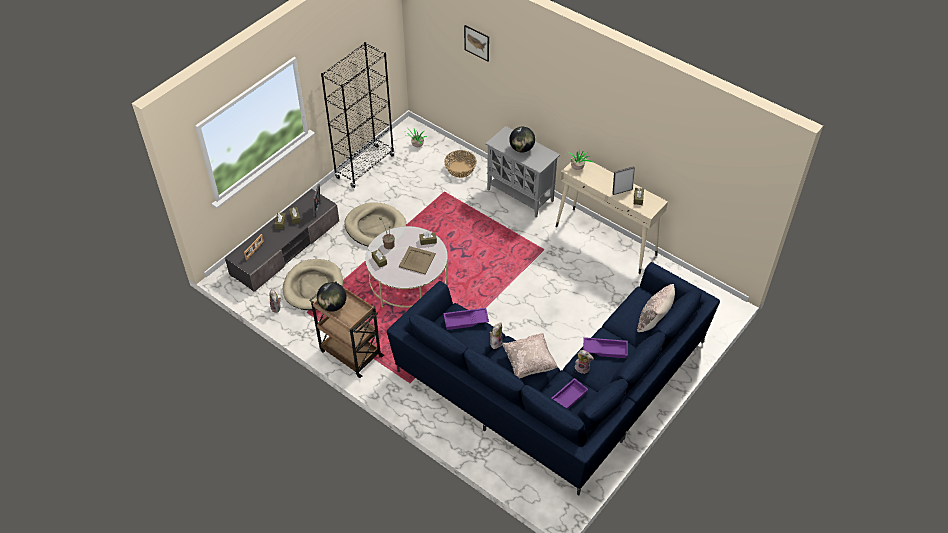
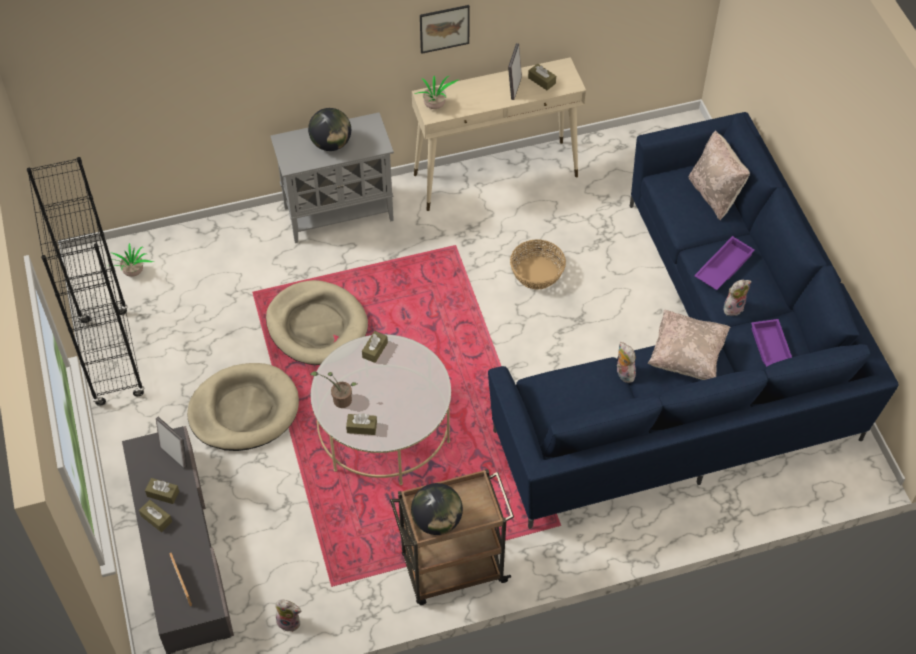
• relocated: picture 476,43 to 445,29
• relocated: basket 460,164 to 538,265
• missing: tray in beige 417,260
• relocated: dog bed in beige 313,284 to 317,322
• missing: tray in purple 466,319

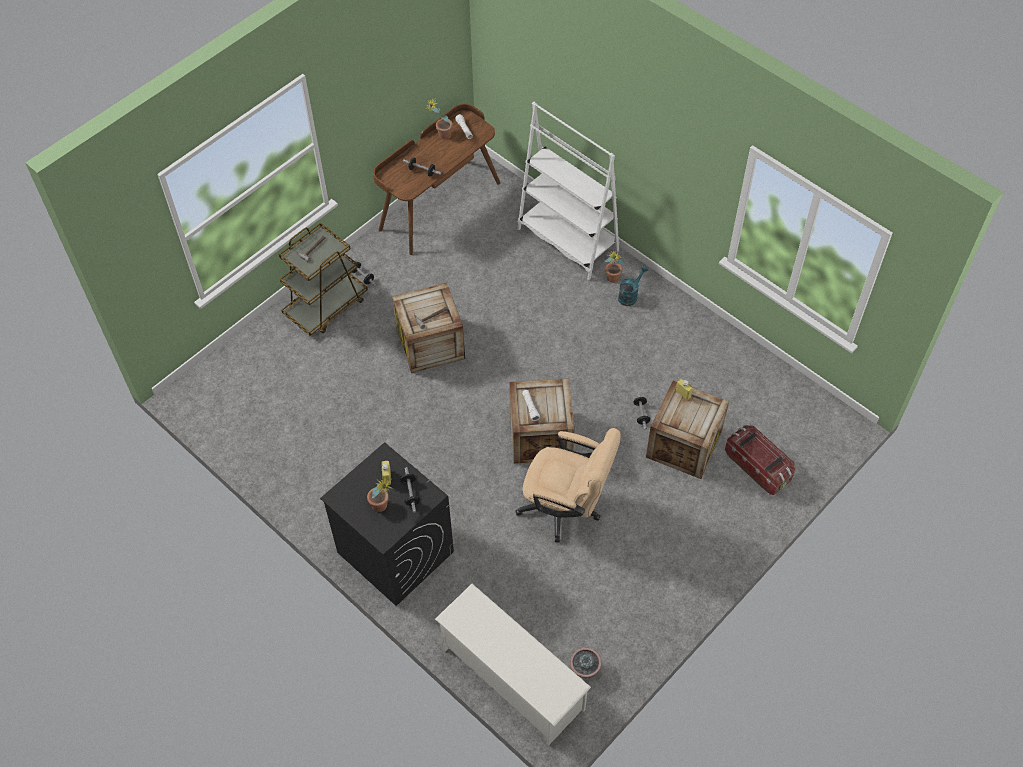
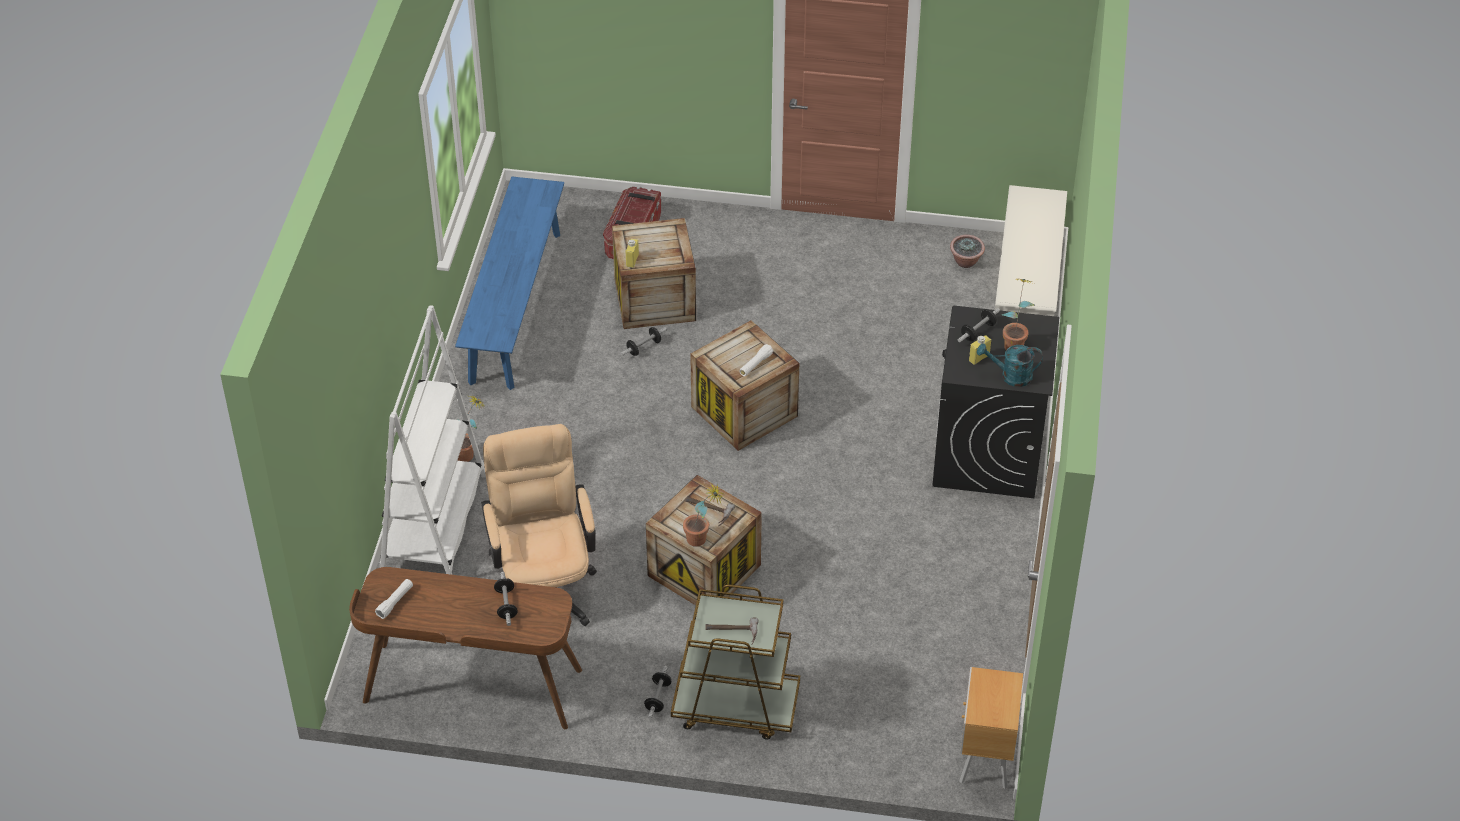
• relocated: potted plant 439,119 to 703,515
• relocated: watering can in turquoise 633,285 to 1010,365
• relocated: office chair in beige 568,485 to 539,525
• appeared: bench in blue 509,283
• appeared: nightstand in brown 991,728

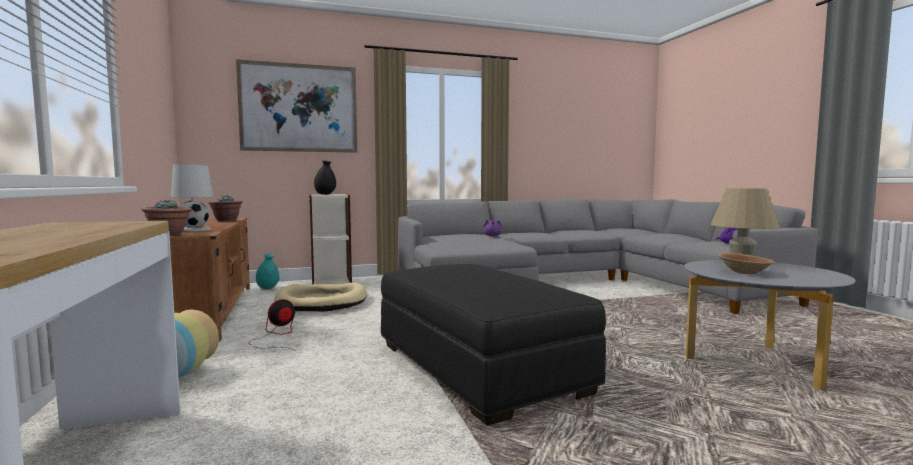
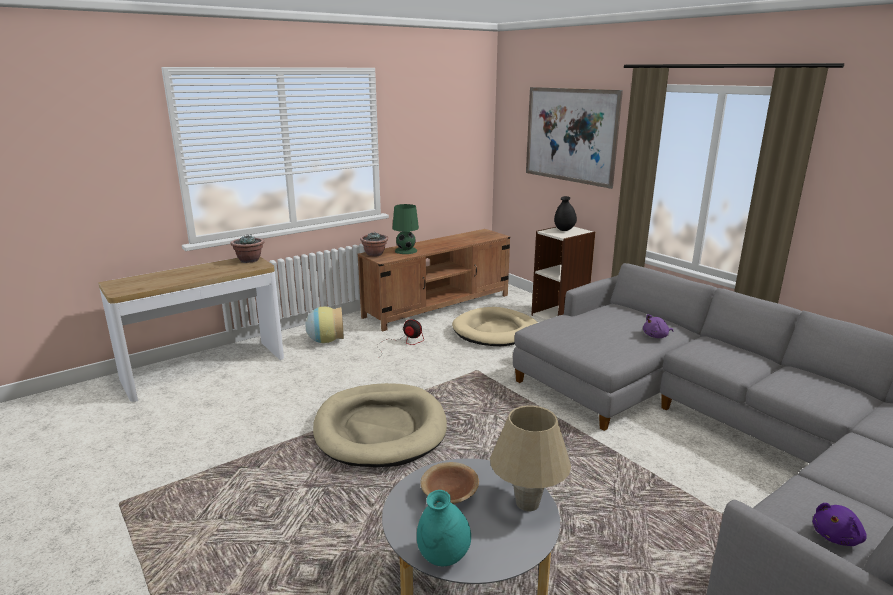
• colour: table lamp in white 192,198 to table lamp in green 405,229
• relocated: potted plant 225,208 to 247,249
• relocated: vase in turquoise 268,271 to 444,528
• exchanged: ottoman in black 493,344 to dog bed in beige 380,425

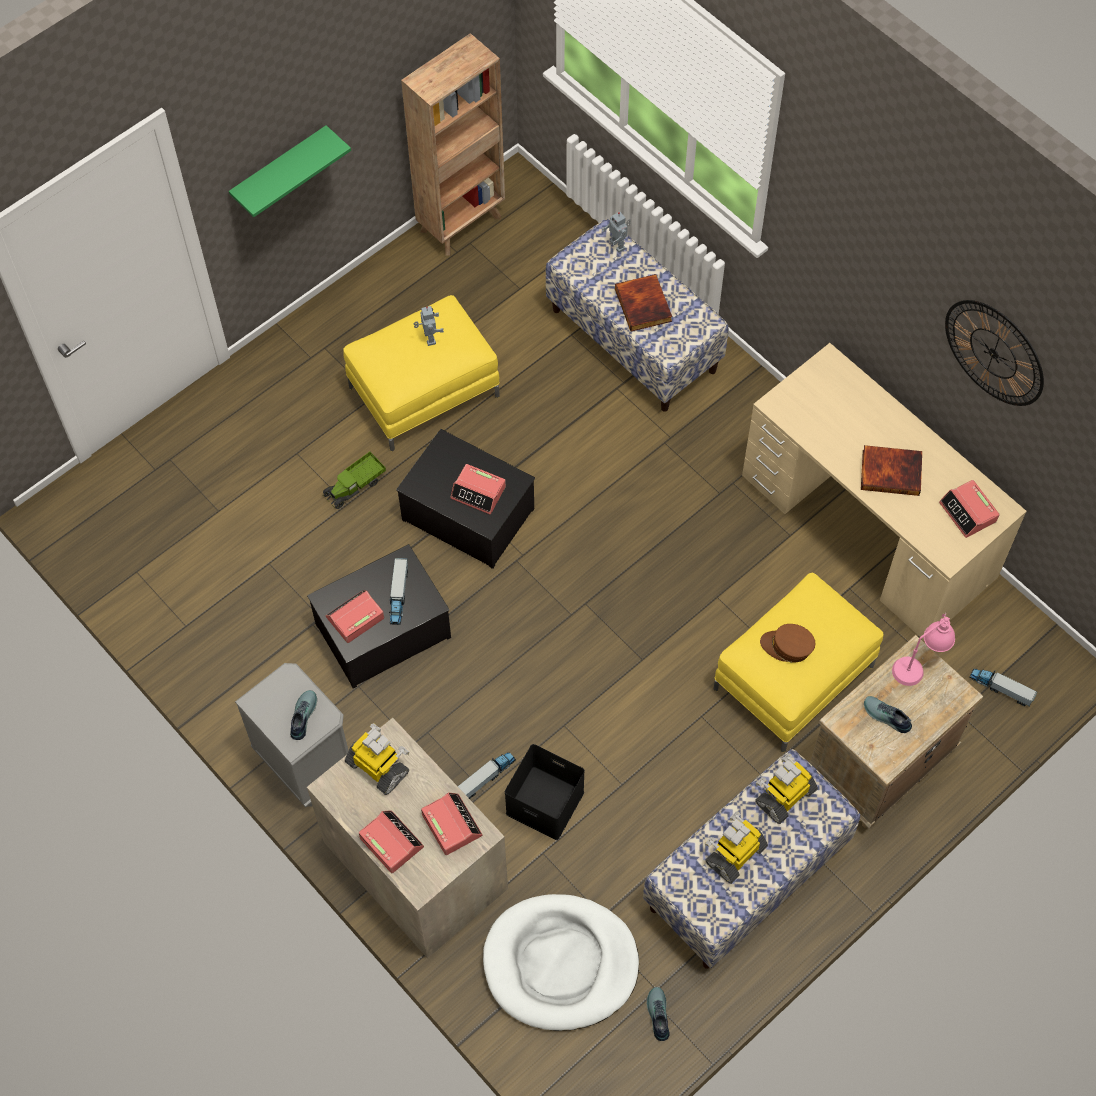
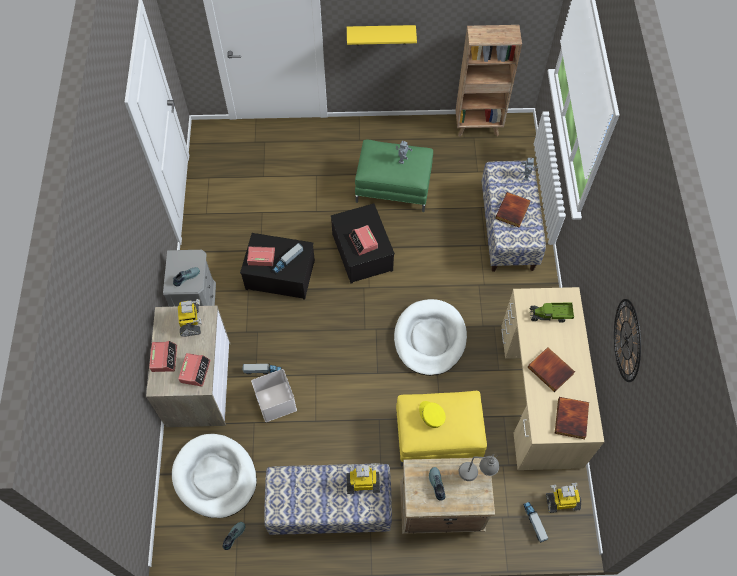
• colour: shelf in green 290,171 to shelf in yellow 382,35
• colour: ottoman in yellow 421,373 to ottoman in green 394,176
• relocated: toy truck 354,480 to 552,313
• exchanged: alarm clock 969,509 to book 572,418
• colour: table lamp in pink 923,649 to table lamp in grey 478,467
• colour: cap in brown 787,643 to cap in yellow 432,414
• colour: storage box in black 545,792 to storage box in white 274,395
• relocated: toy robot 736,847 to 563,498
• appeared: dog bed in white 430,337

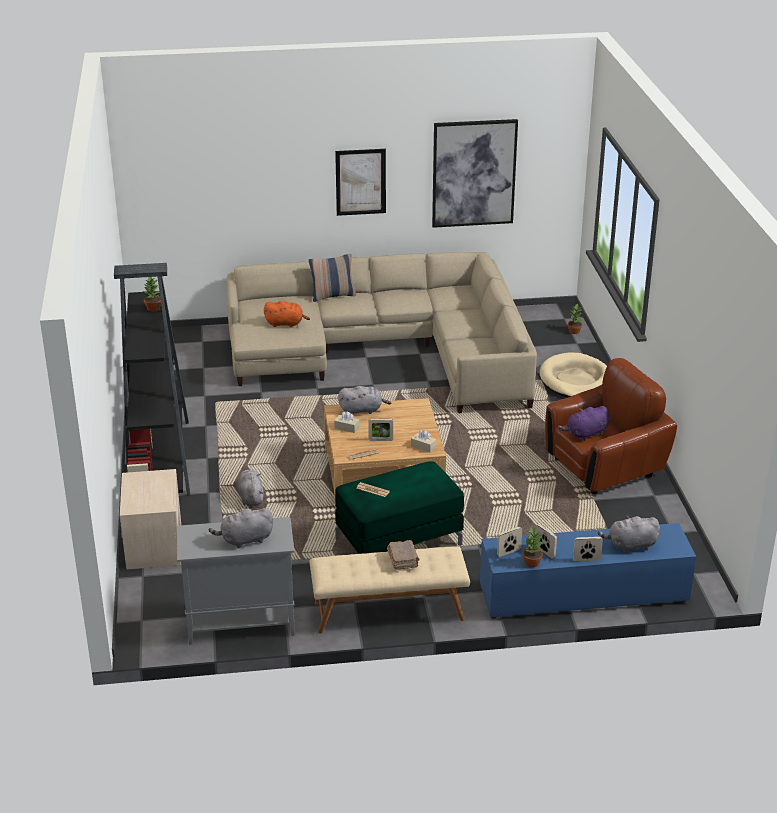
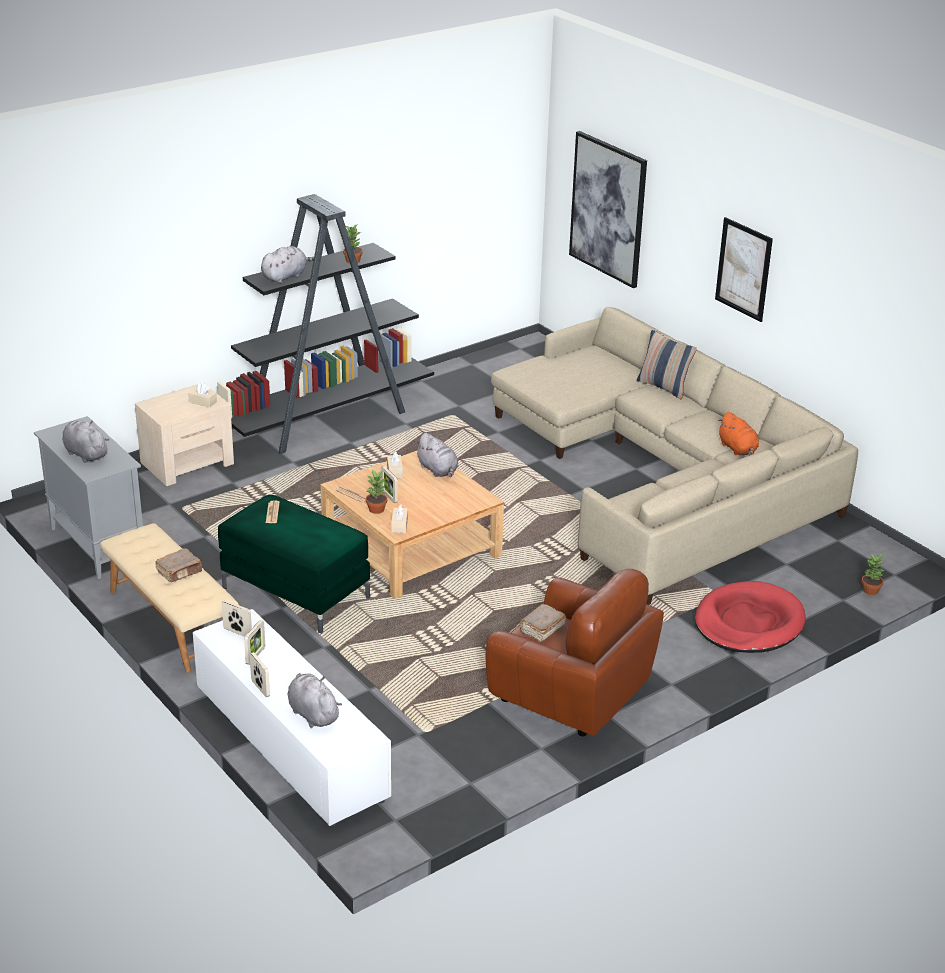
• relocated: picture 475,173 to 608,209
• relocated: plush toy in orange 287,314 to 738,434
• colour: dog bed in beige 573,375 to dog bed in red 750,617
• exchanged: plush toy in purple 583,423 to book in brown 543,623
• relocated: plush toy in grey 250,488 to 287,264
• colour: tv stand in blue 588,571 to tv stand in white 292,718
• relocated: potted plant 532,547 to 376,492
• appeared: tissue box in beige 202,395

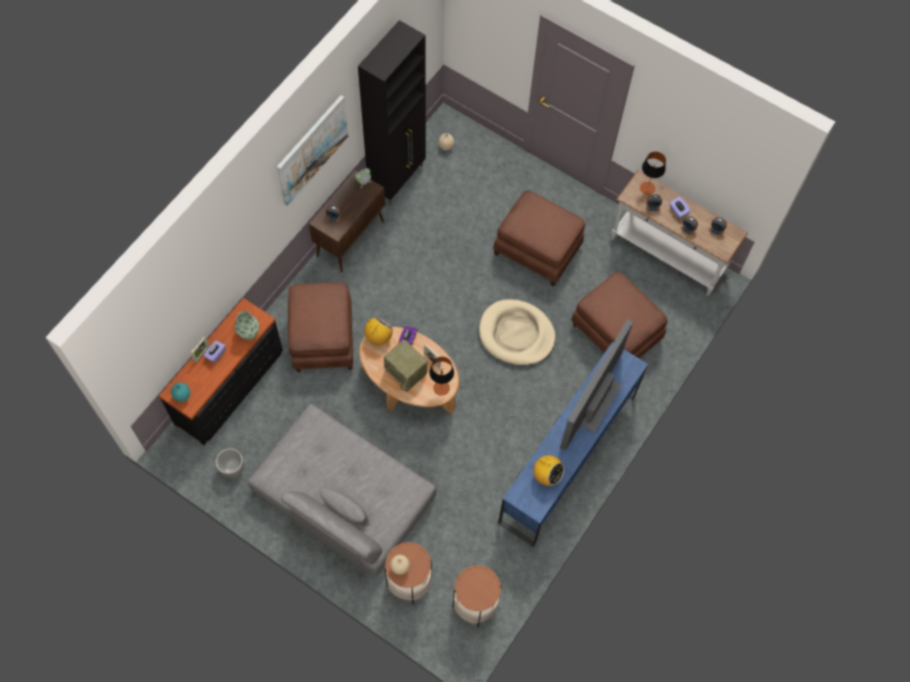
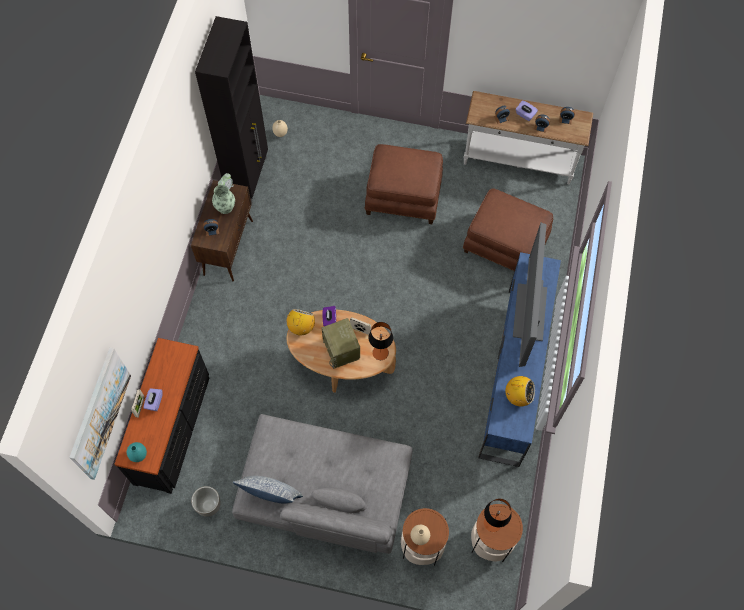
• relocated: picture 312,150 to 100,413
• relocated: table lamp 653,173 to 498,515
• missing: ottoman in brown 321,327
• missing: dog bed in beige 517,332
• relocated: vase 247,325 to 223,199
• spun: radio 406,365 = 341,343 45 degrees clockwise
• appeared: pillow 268,490

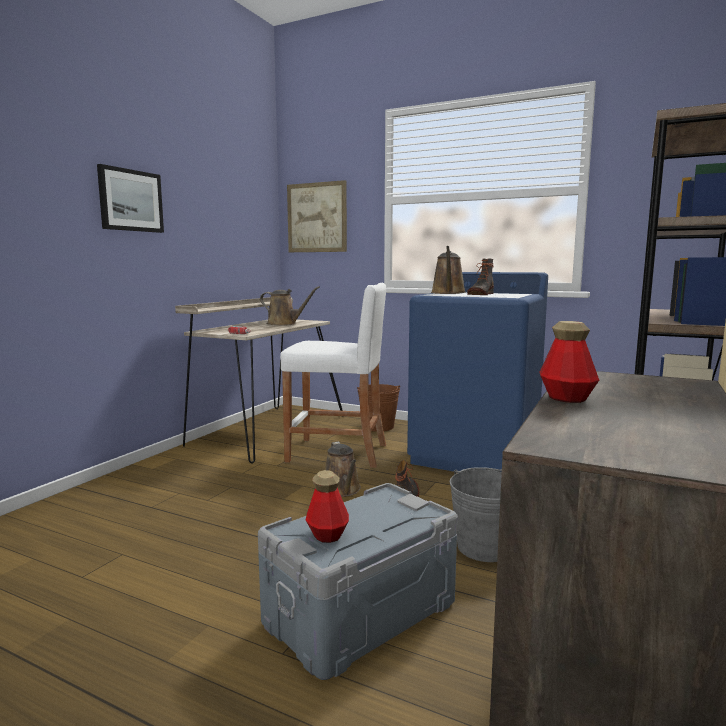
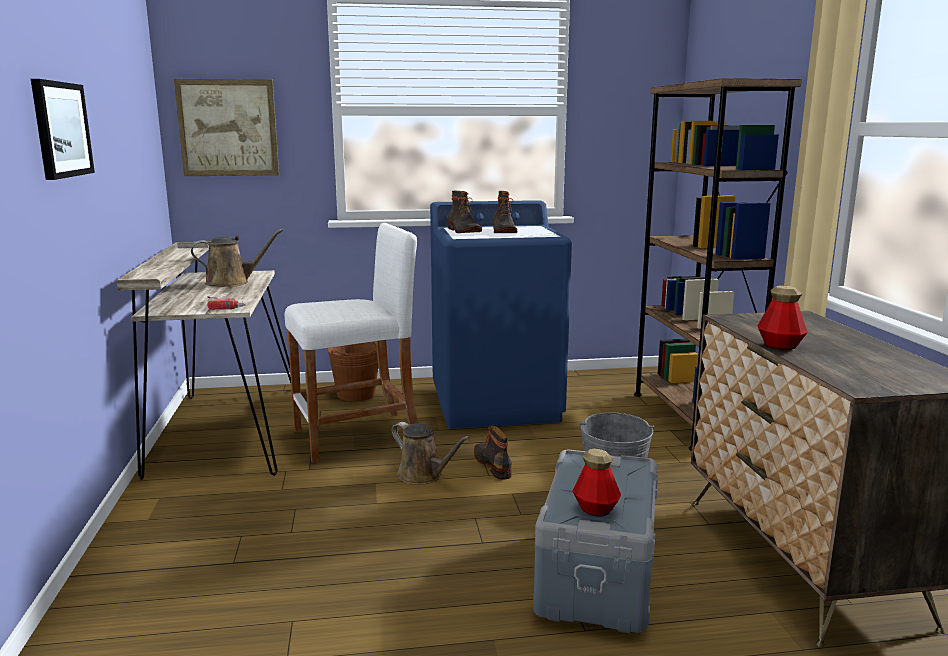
• exchanged: watering can in brown 448,270 to boot 465,212

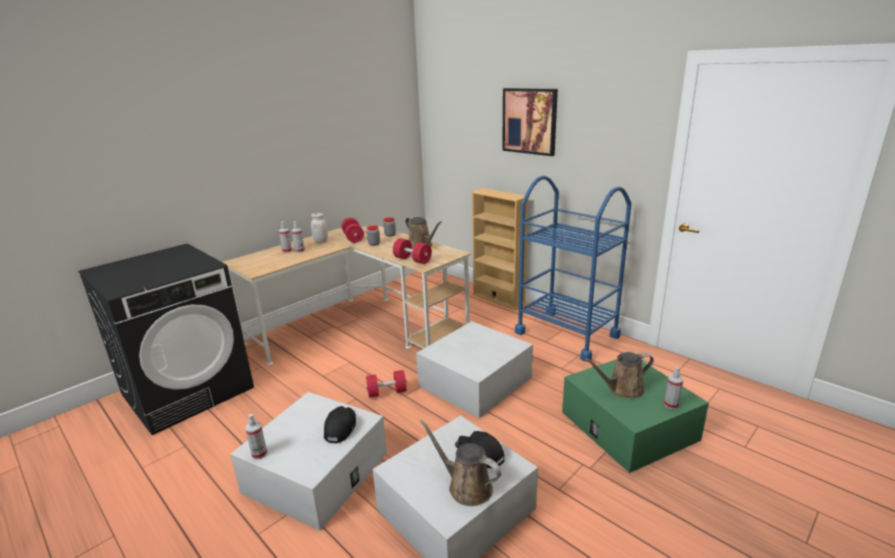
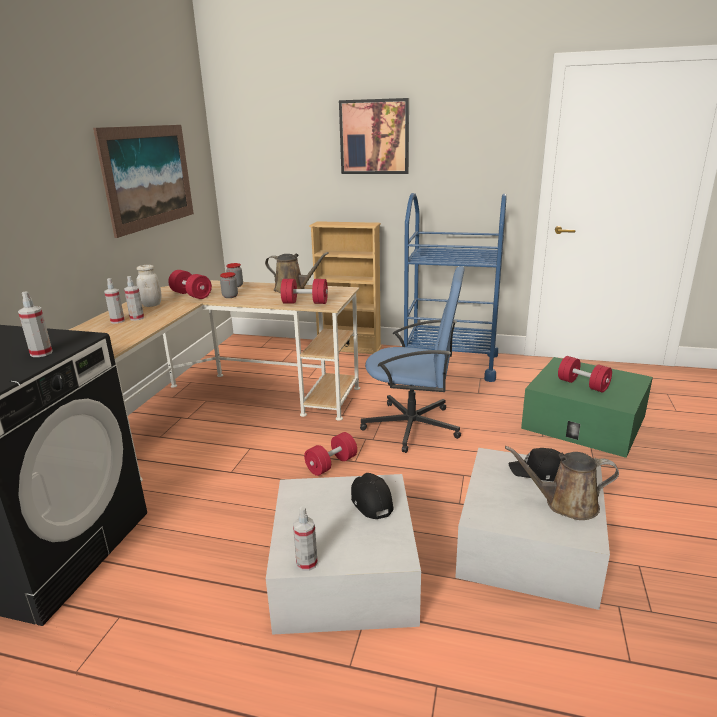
• exchanged: storage box in white 474,369 to office chair in blue 412,359
• exchanged: watering can in brown 619,375 to dumbbell in red 585,374
• relocated: spray bottle 673,388 to 35,324
• appeared: picture 143,181

